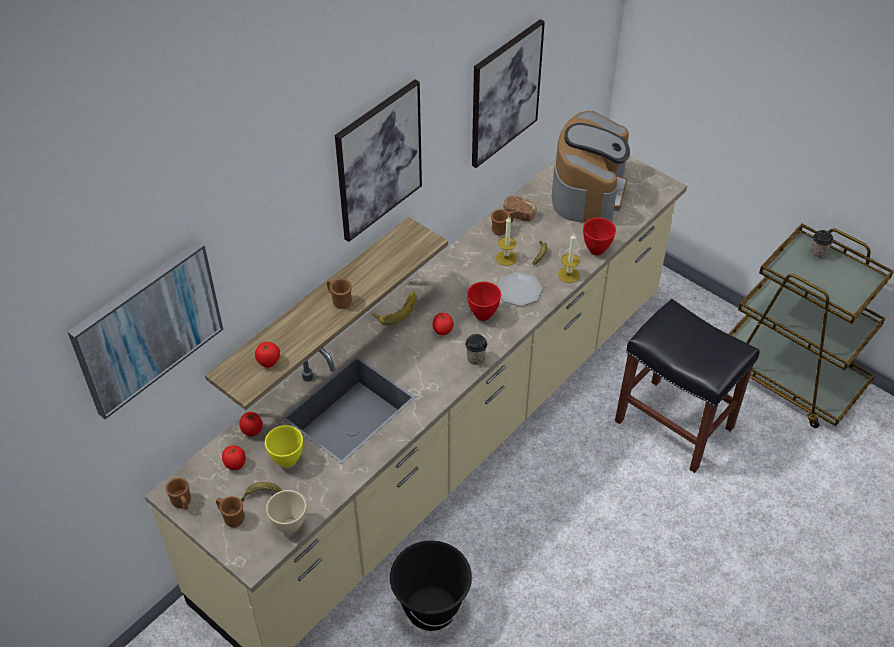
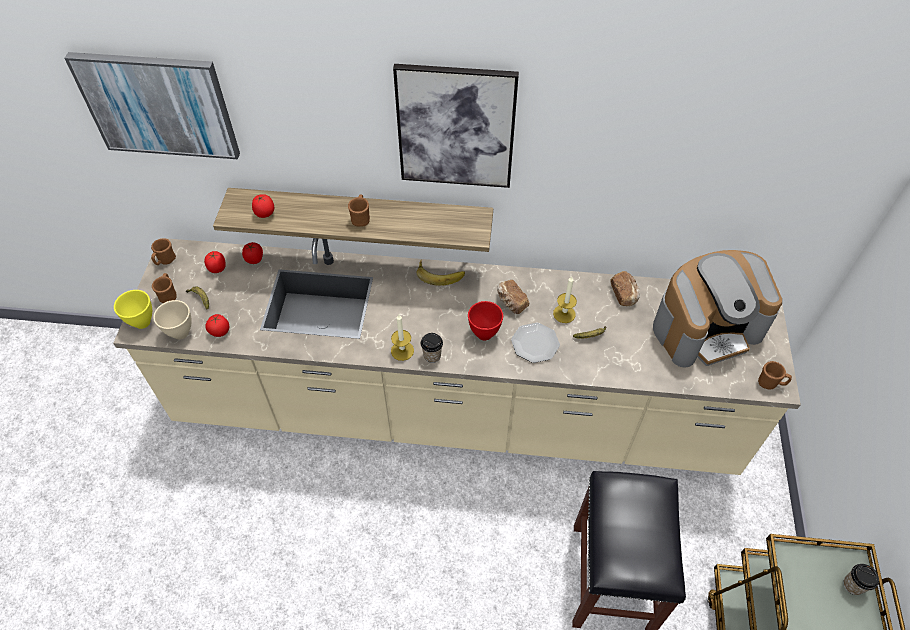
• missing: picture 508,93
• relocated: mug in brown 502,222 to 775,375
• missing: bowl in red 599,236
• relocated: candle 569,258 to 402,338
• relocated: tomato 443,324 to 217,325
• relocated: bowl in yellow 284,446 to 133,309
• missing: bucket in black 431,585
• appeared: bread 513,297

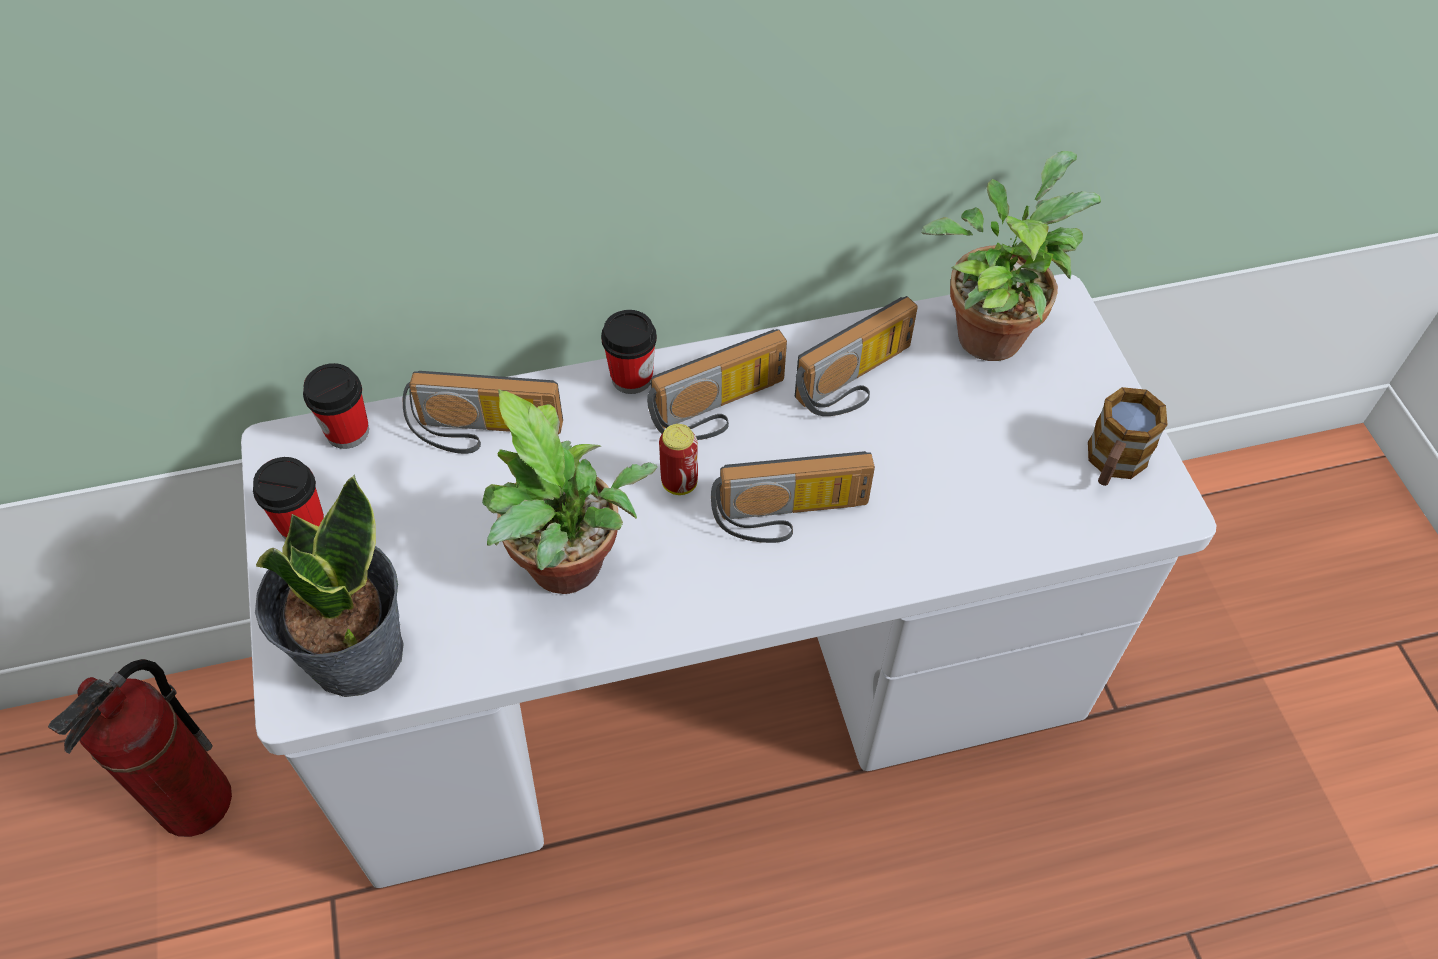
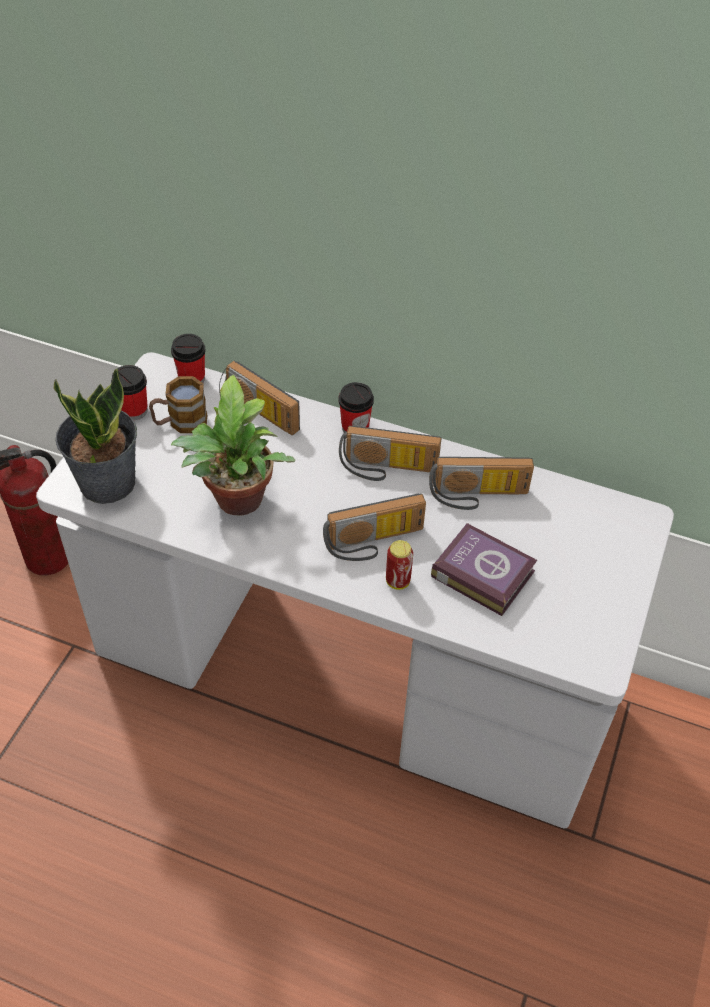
• missing: potted plant 1011,256
• relocated: mug 1127,436 to 178,404
• relocated: can 678,459 to 399,565
• spun: radio 793,497 = 374,527 45 degrees counterclockwise
• appeared: book 484,569

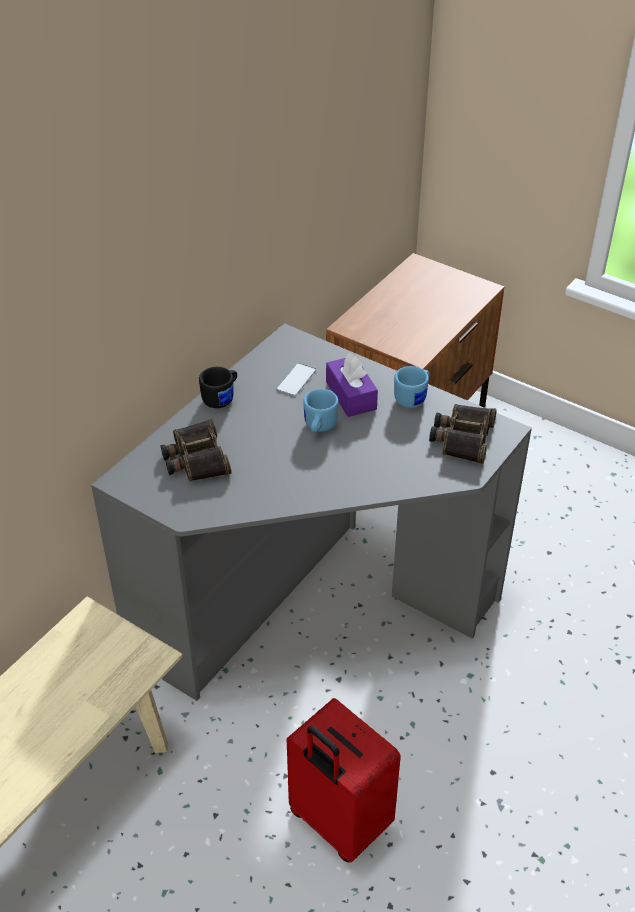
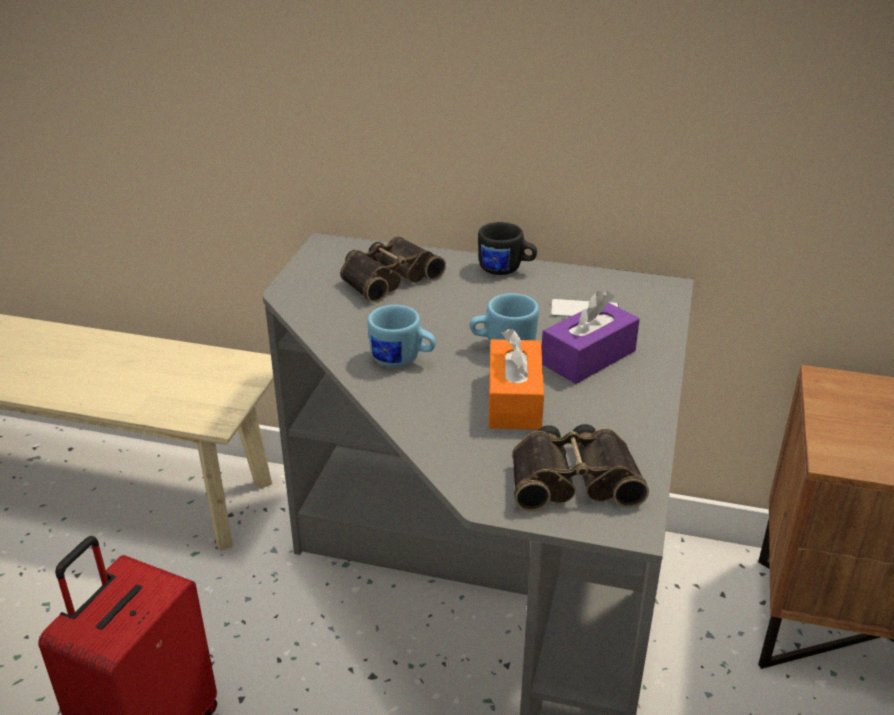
• relocated: mug in blue 412,387 to 401,336
• appeared: tissue box in orange 516,379

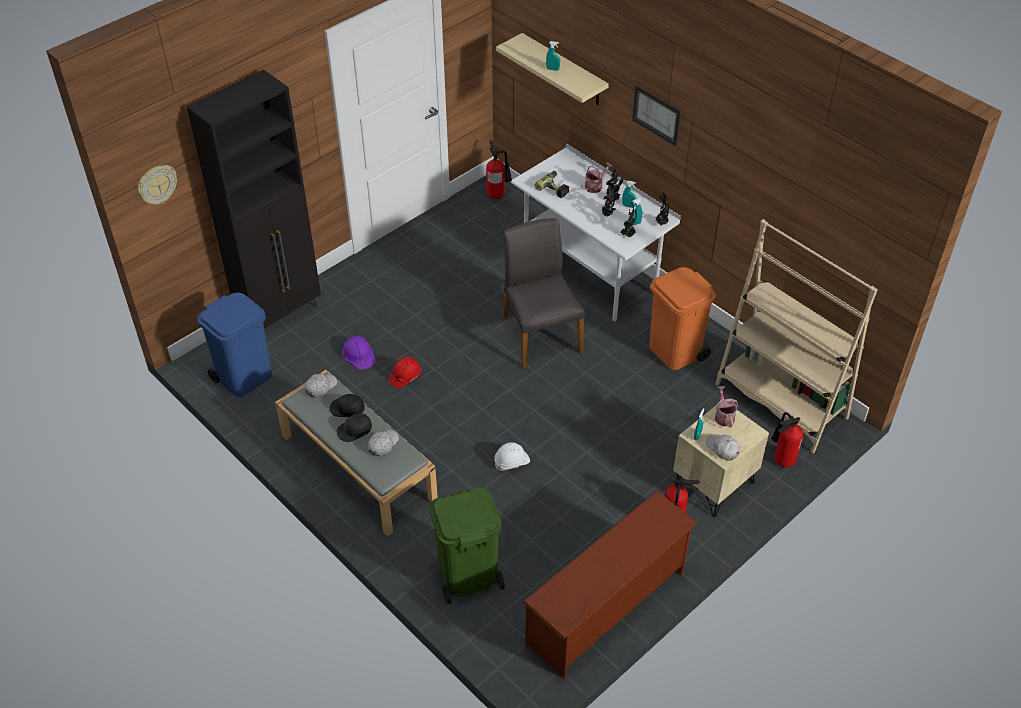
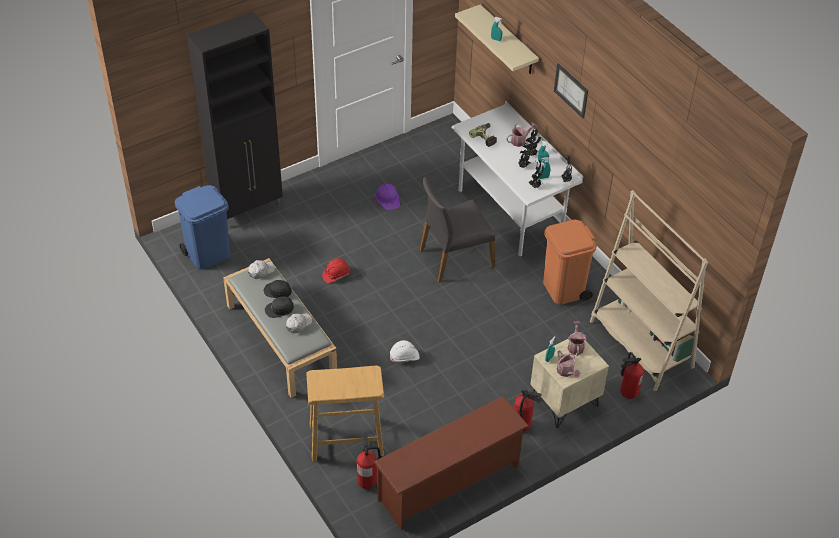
• relocated: fire extinguisher 499,169 to 369,460
• missing: wall clock 157,185
• spun: chair in grey 543,293 = 457,230 105 degrees counterclockwise
• relocated: hard hat in purple 359,353 to 387,196
• exchanged: cap in white 722,447 to watering can 569,364
• exchanged: trash can in green 467,546 to stool in beige 345,413

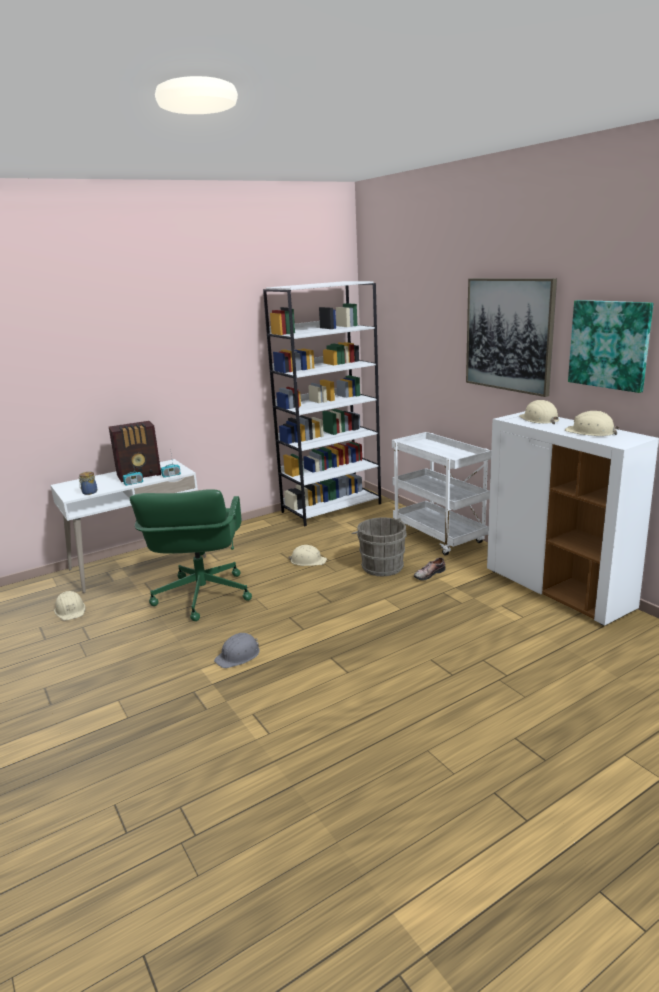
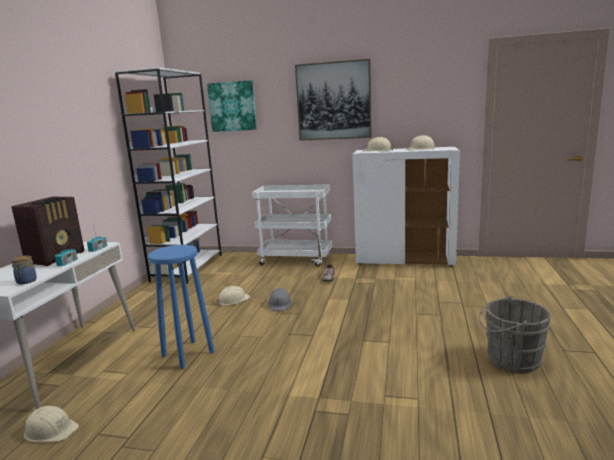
• relocated: picture 610,346 to 232,106
• exchanged: office chair in green 191,555 to stool in blue 181,307
• relocated: bucket in grey 378,546 to 515,334
• relocated: hard hat in grey 237,650 to 280,299

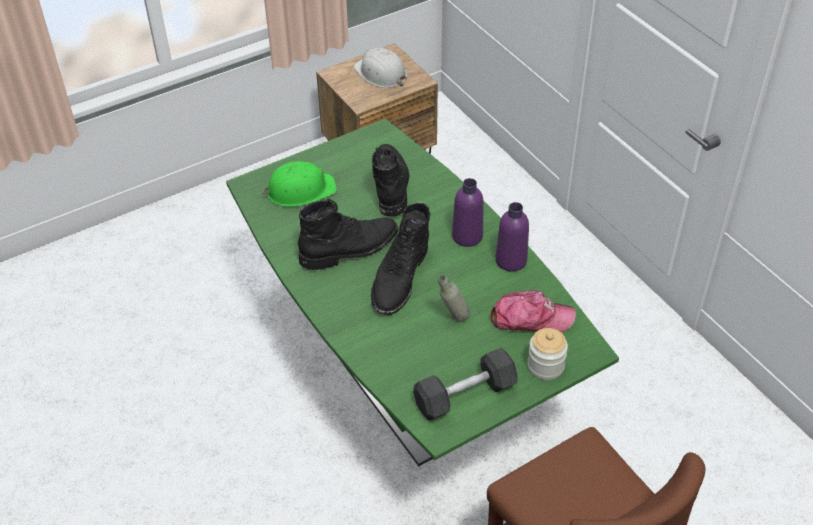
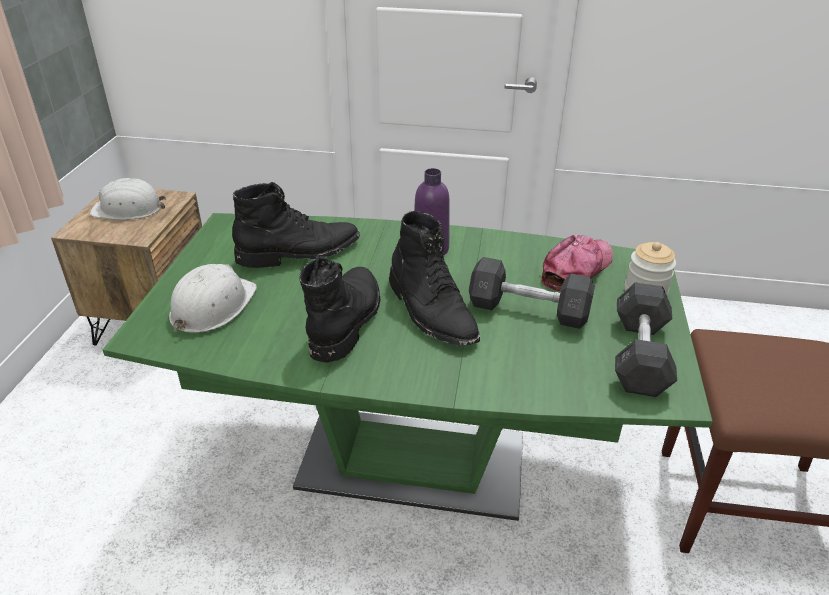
• spun: boot in black 390,180 = 296,225 120 degrees clockwise
• colour: hard hat in green 299,184 to hard hat in white 213,299
• missing: bottle in purple 512,237
• exchanged: bottle in grey 454,298 to dumbbell in grey 532,293

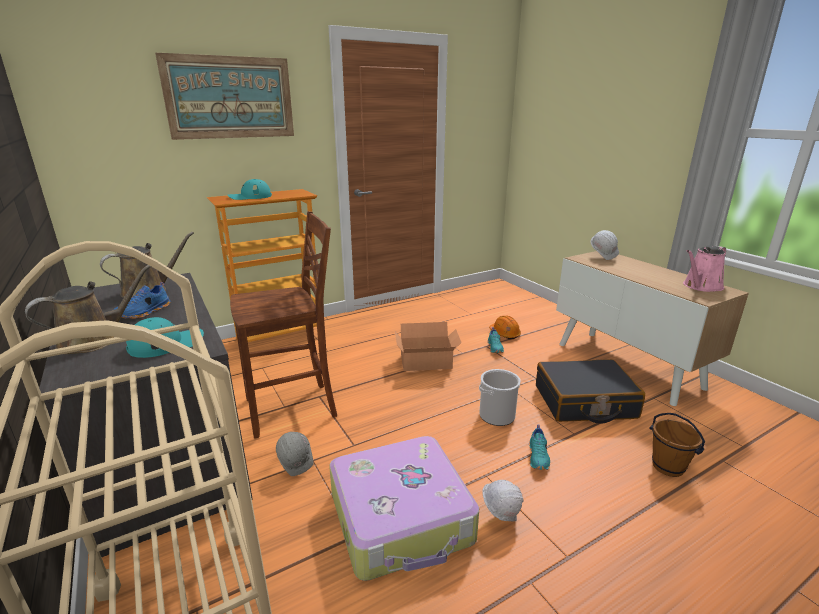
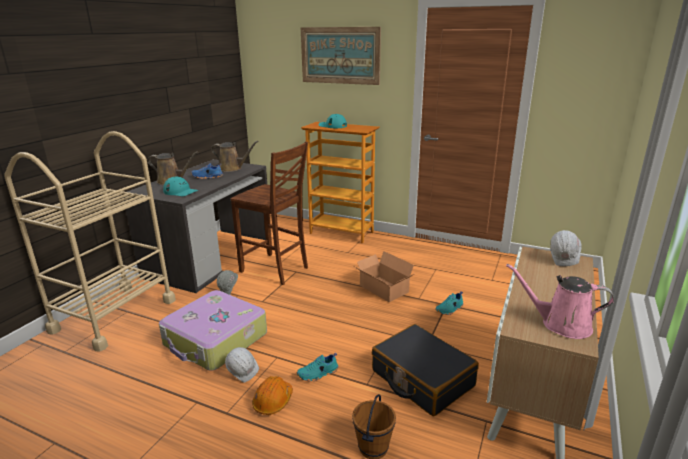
• relocated: hard hat in orange 505,327 to 272,395
• missing: bucket 500,397

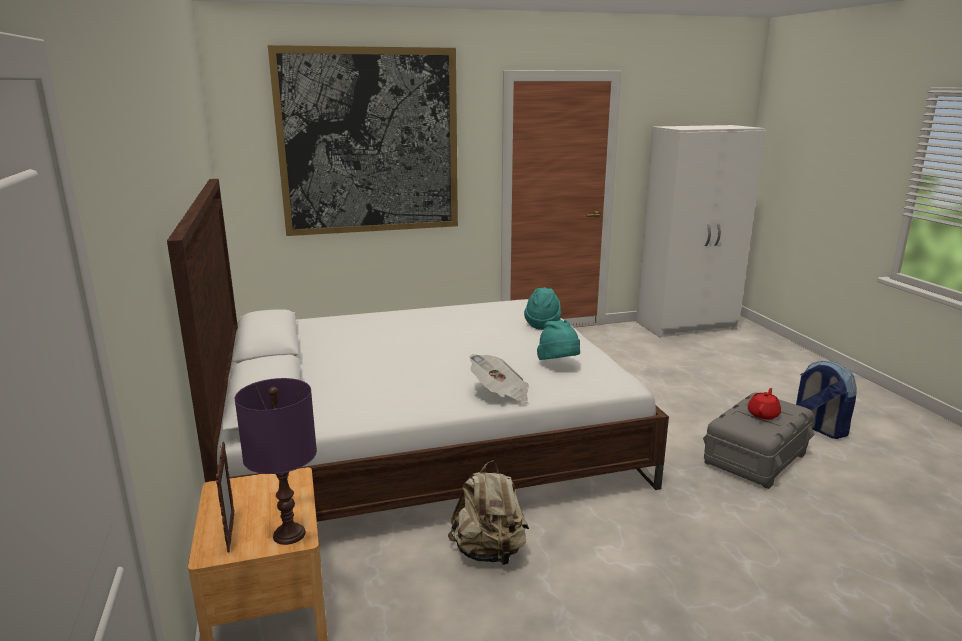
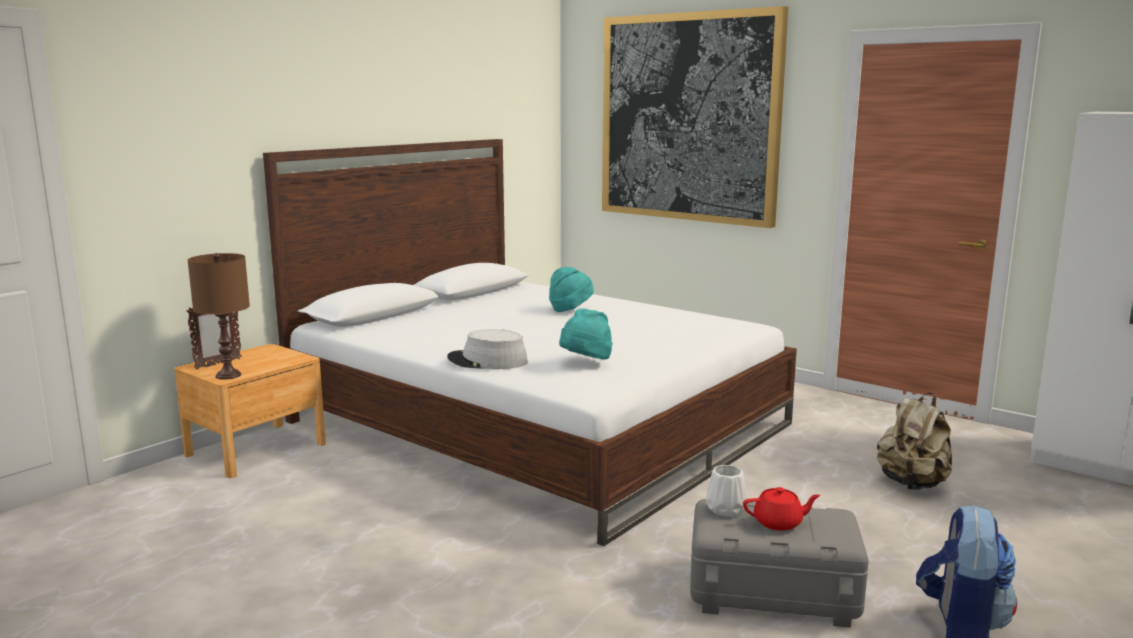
• relocated: hat in turquoise 542,308 to 571,289
• exchanged: newspaper 499,378 to hat in grey 487,349
• colour: table lamp in purple 275,461 to table lamp in brown 219,316
• relocated: backpack in beige 488,512 to 914,441
• appeared: vase in white 726,491

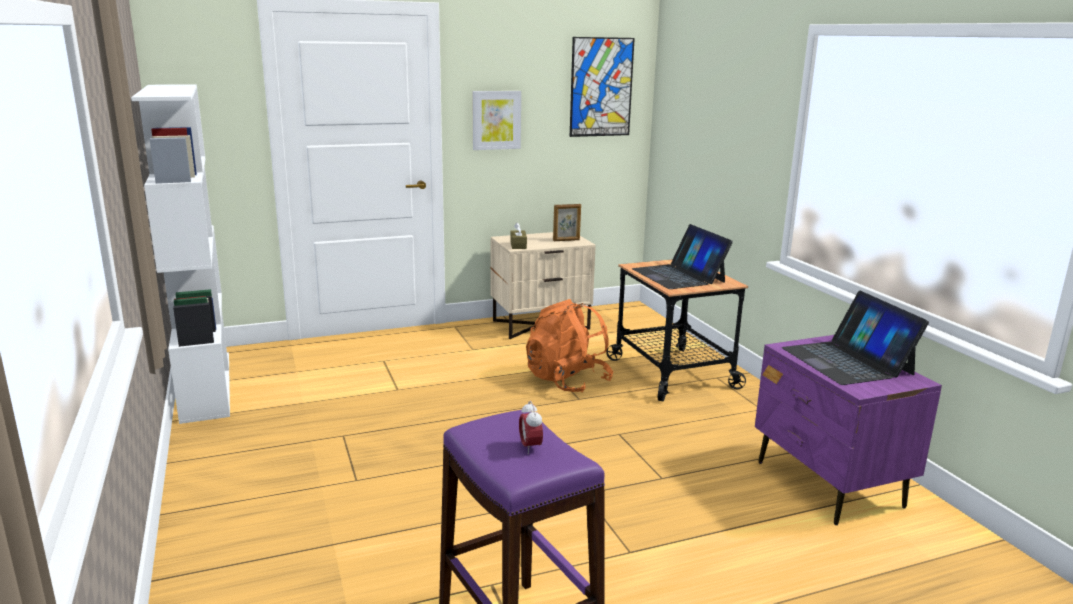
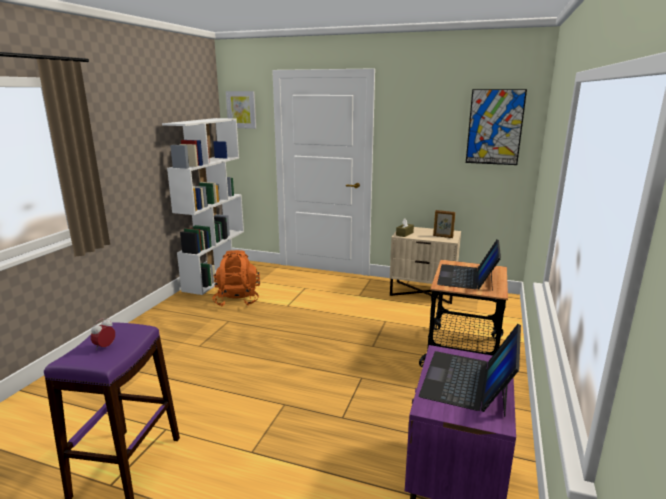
• relocated: picture 496,120 to 241,110
• relocated: backpack in orange 569,345 to 236,278

